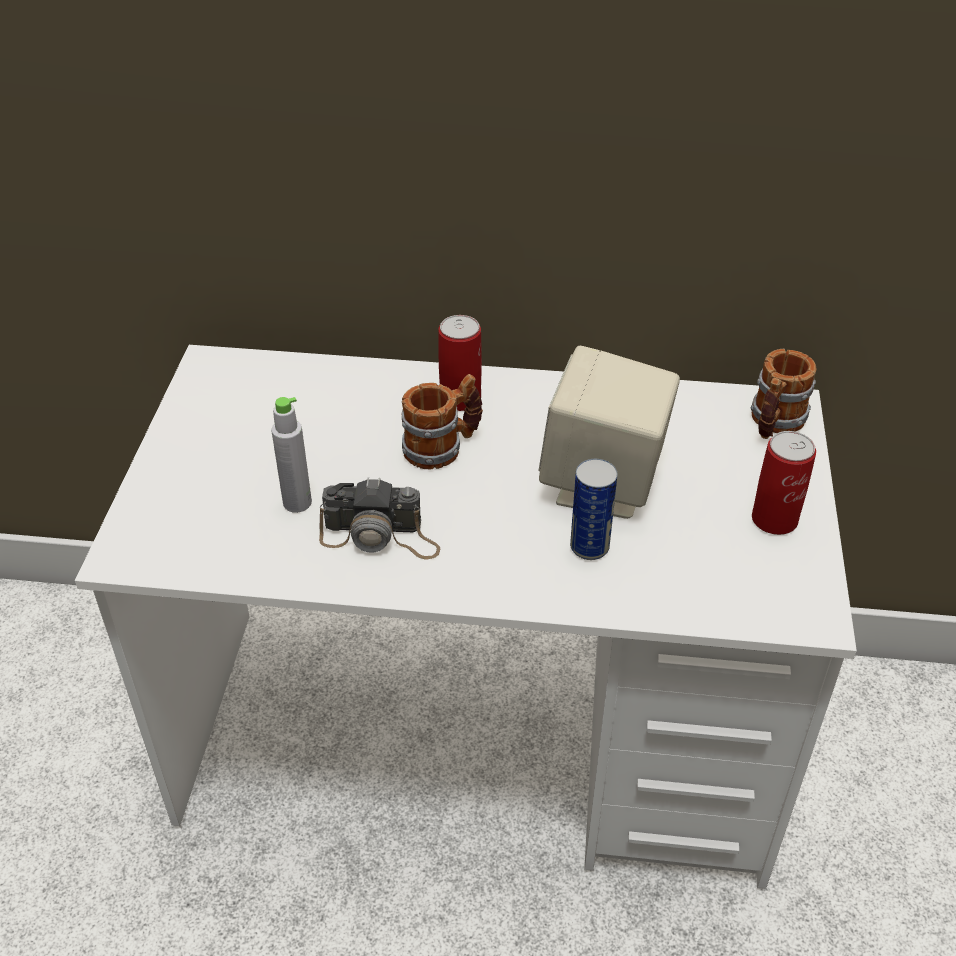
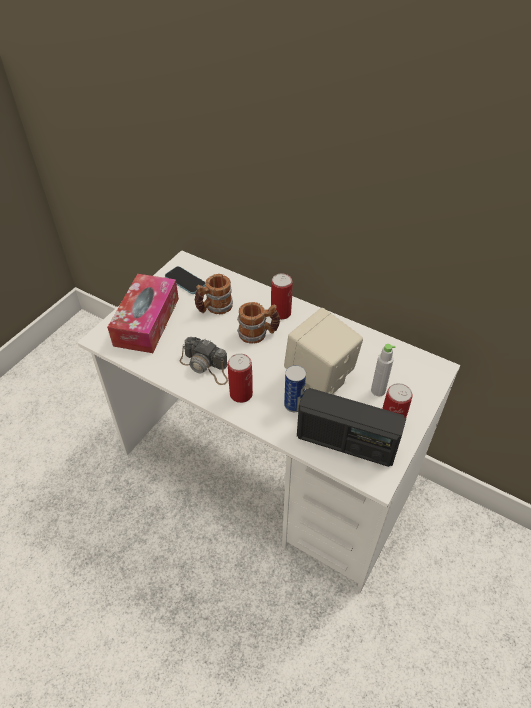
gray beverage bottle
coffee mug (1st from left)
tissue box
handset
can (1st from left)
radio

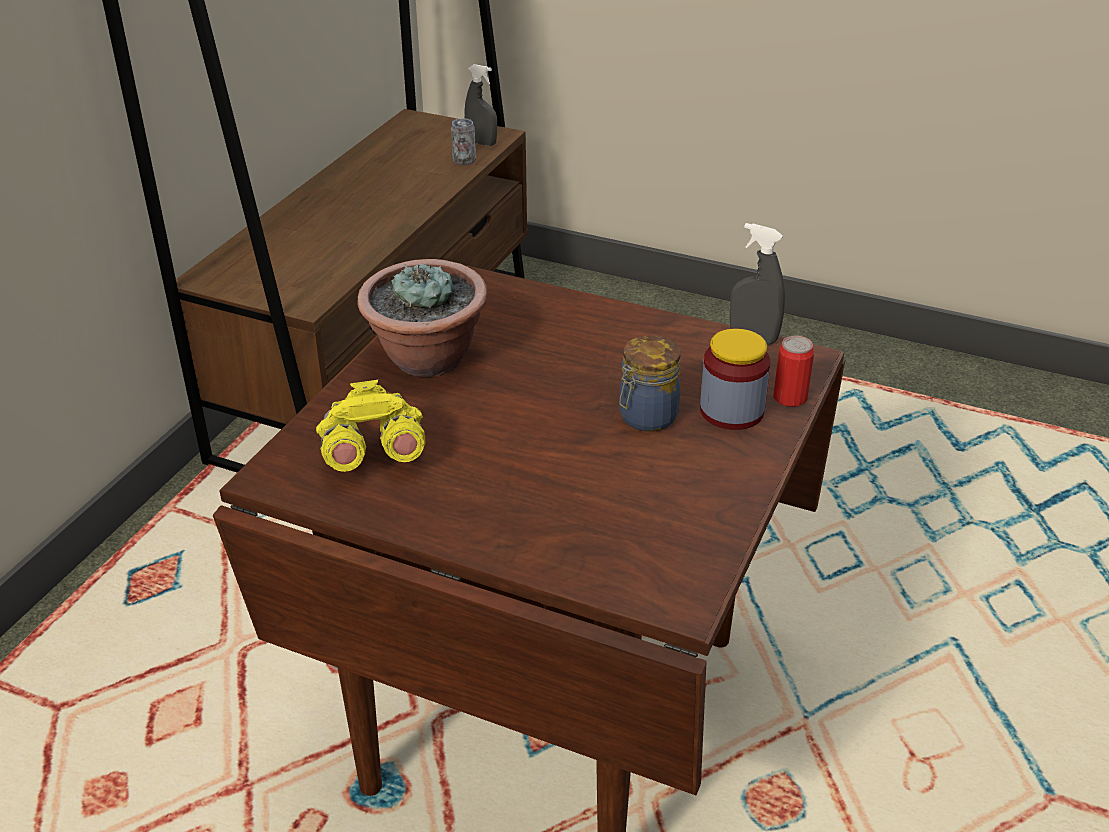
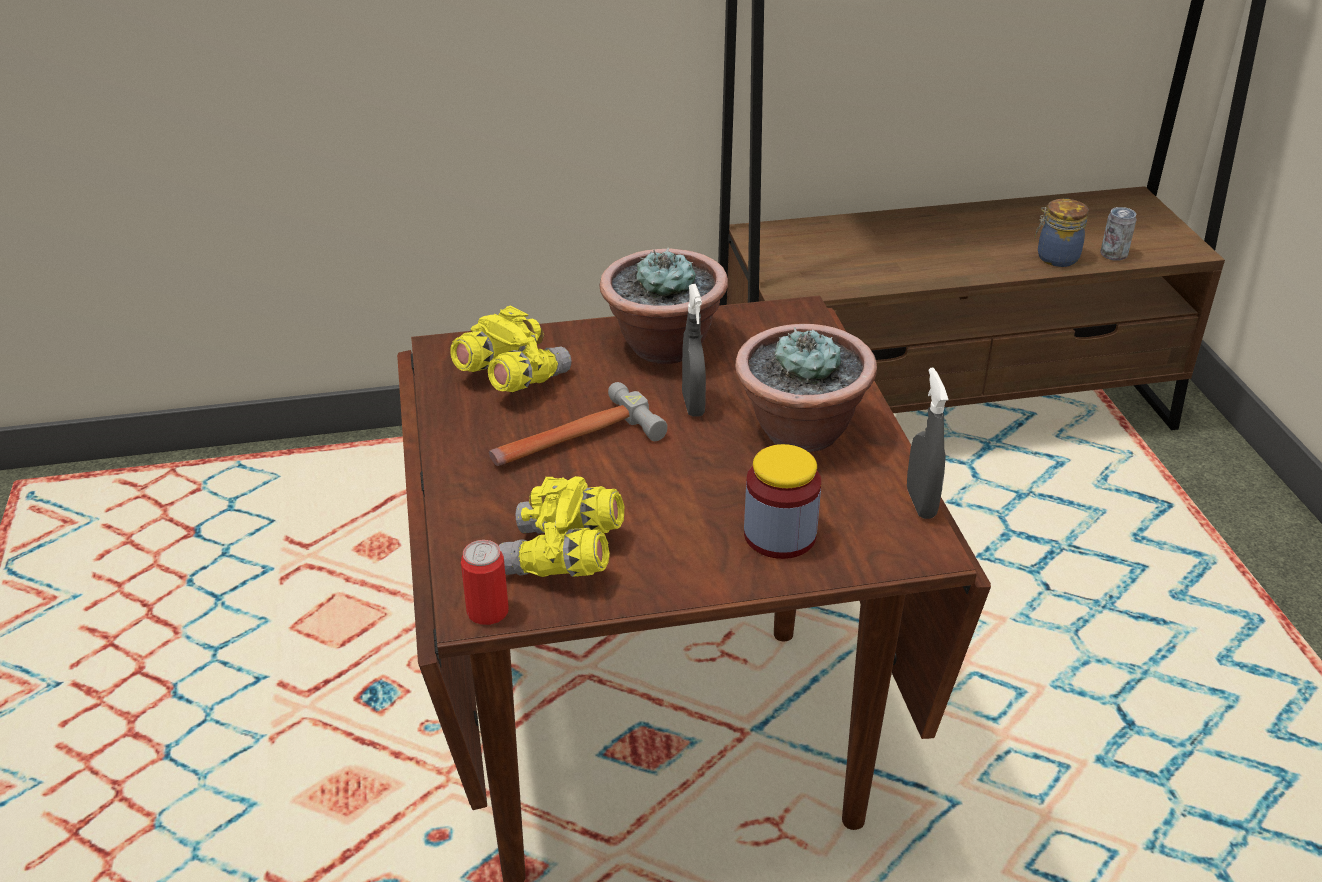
gray sprayer (1st from left)
jar (2nd from left)
can (1st from left)
hammer
yellow-coloured field glasses (2nd from left)
potted plant (2nd from left)

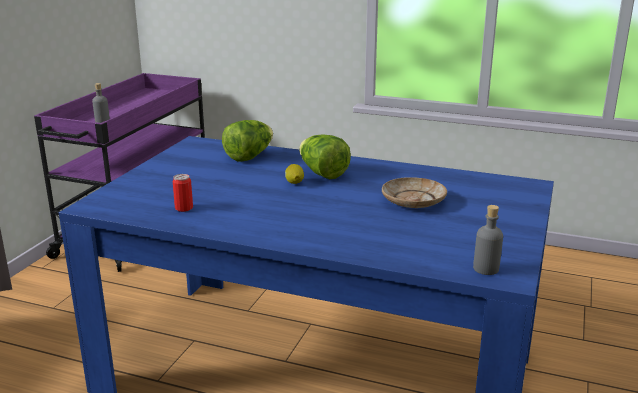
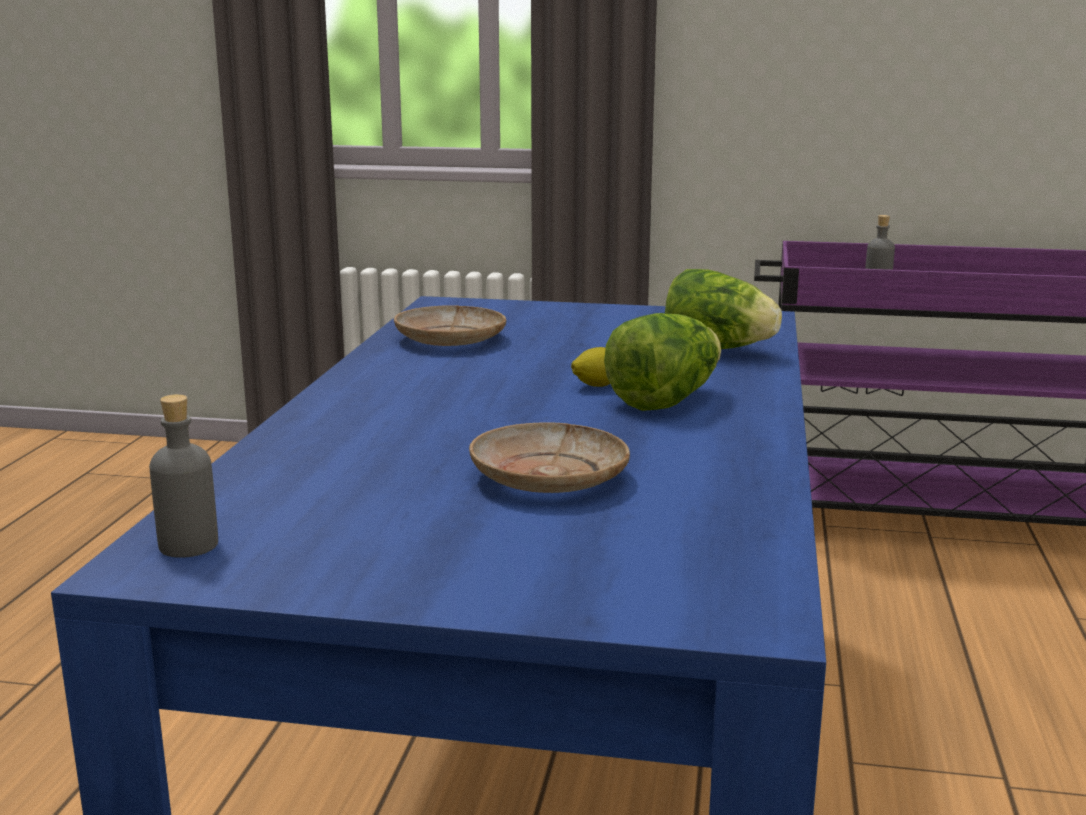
beige flat dish (1st from left)

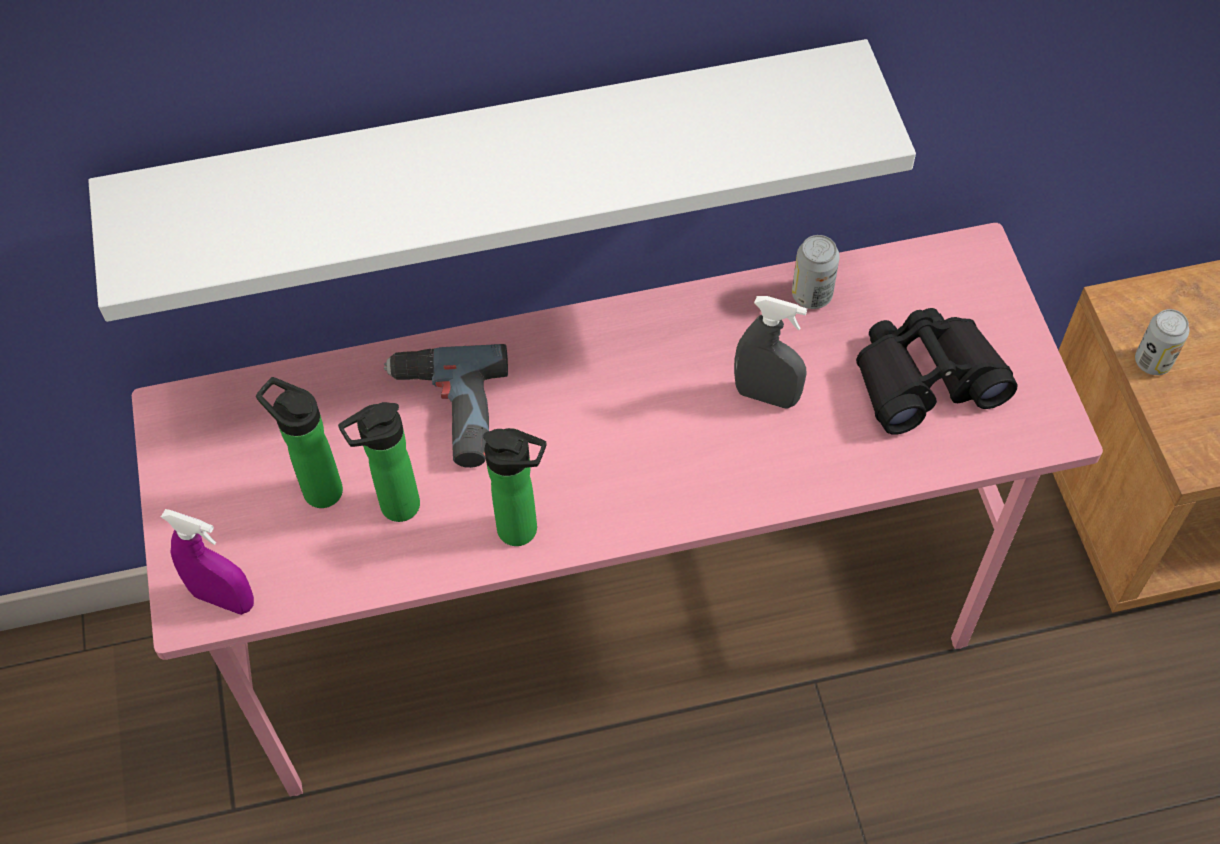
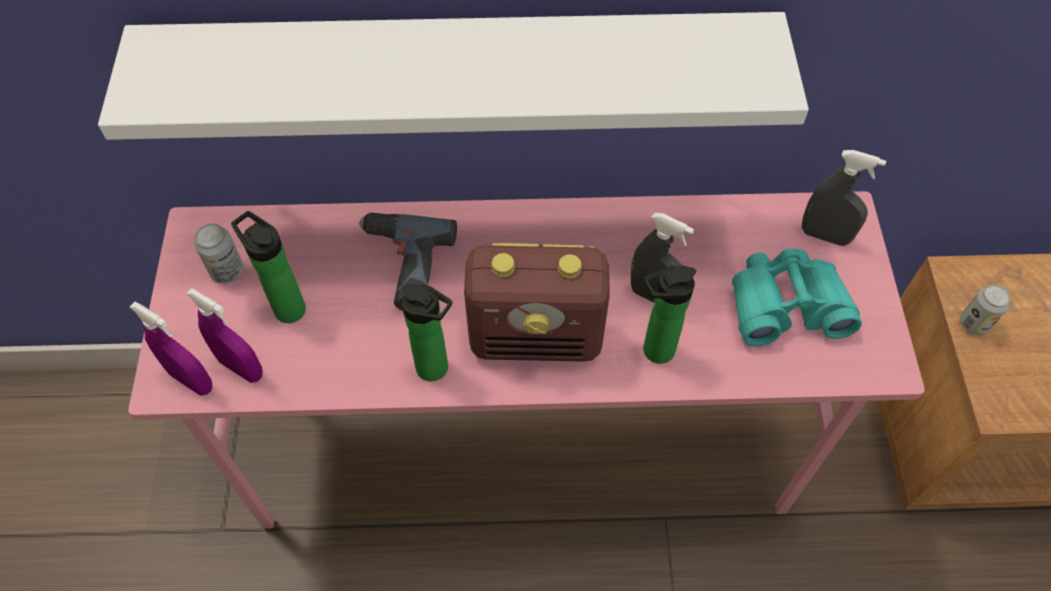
beverage bottle (3rd from left)
can (1st from left)
turquoise-coloured field glasses
purple-coloured sprayer (2nd from left)
radio
gray sprayer (2nd from left)

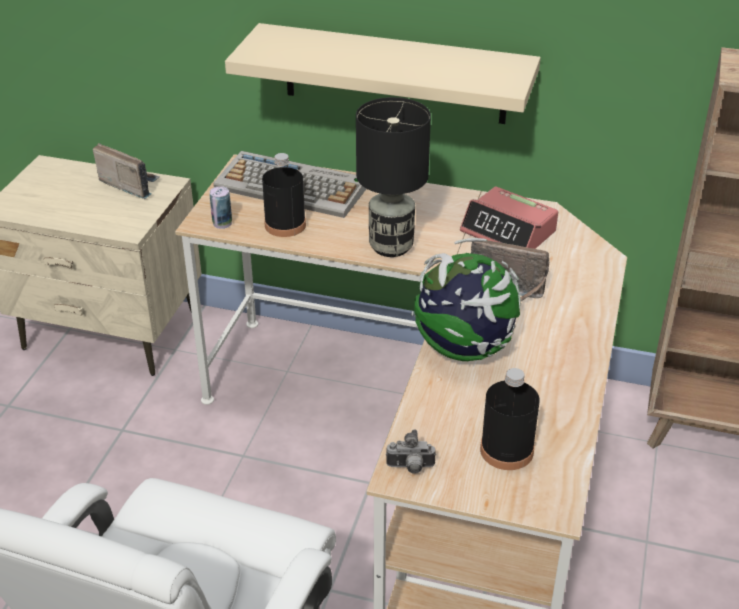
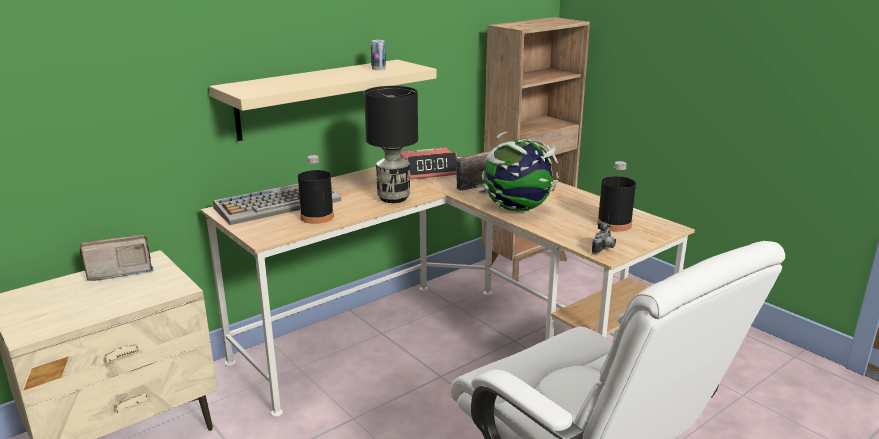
can

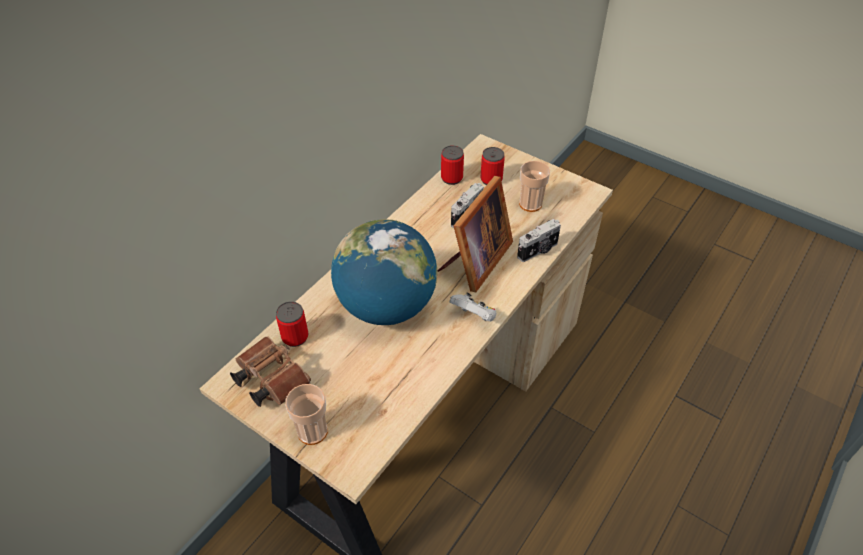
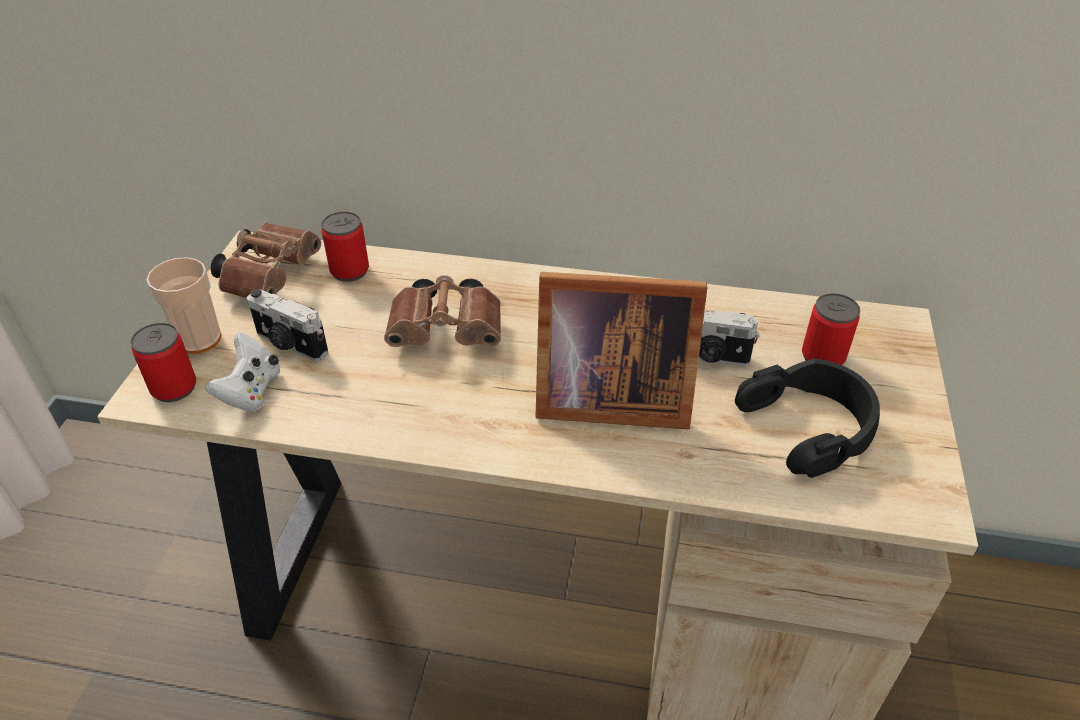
brown field glasses (2nd from left)
can (1st from left)
white game controller
photo camera (1st from left)
blackish headphones

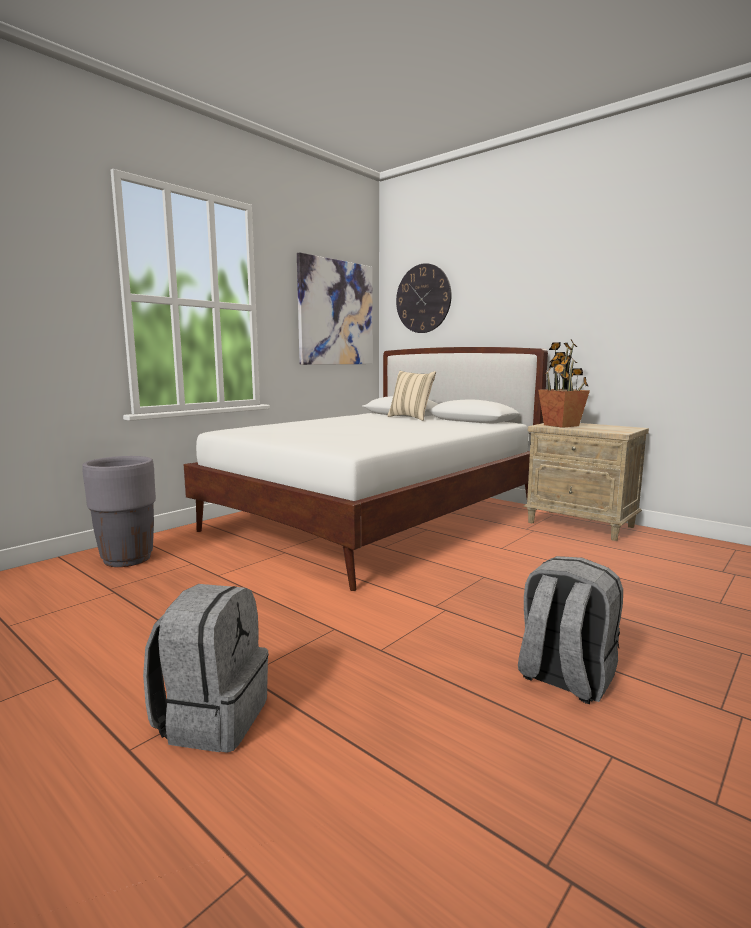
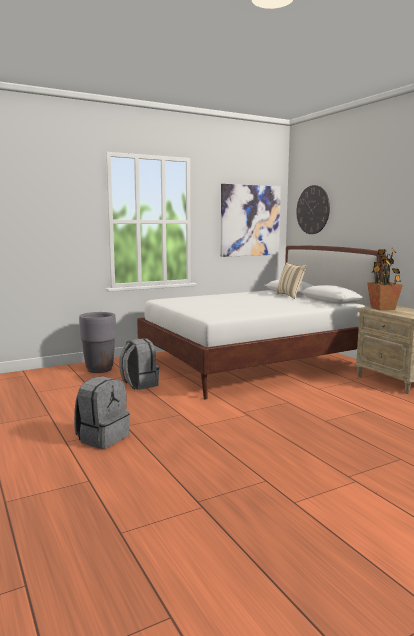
gray backpack (2nd from left)

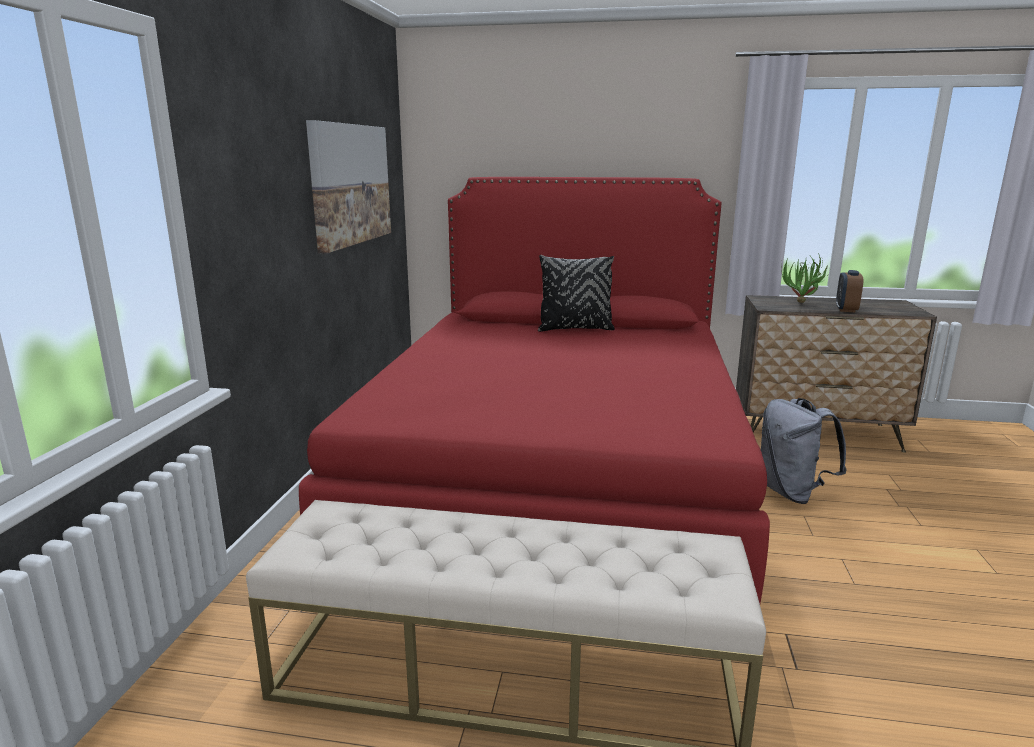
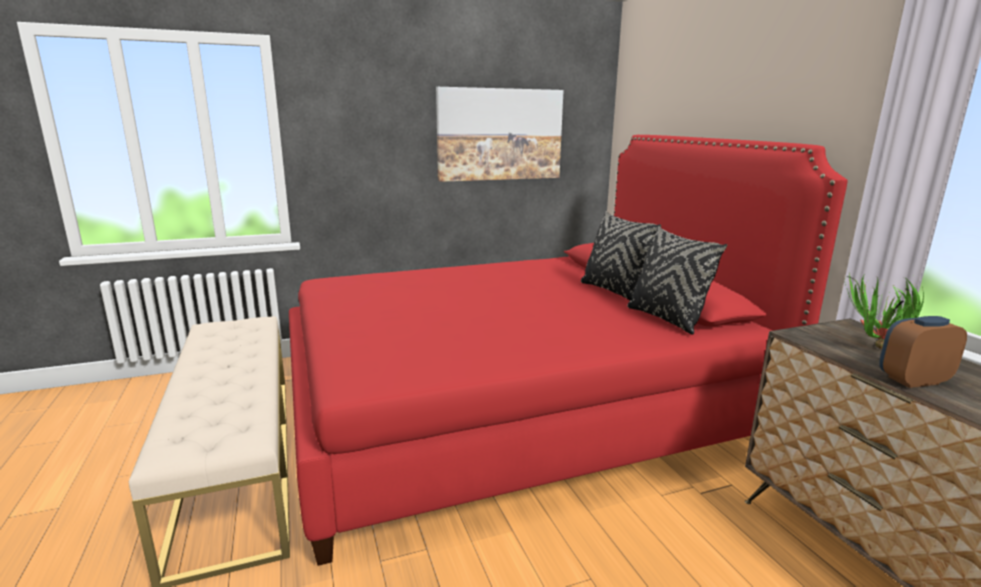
gray backpack
blackish cushion (2nd from left)

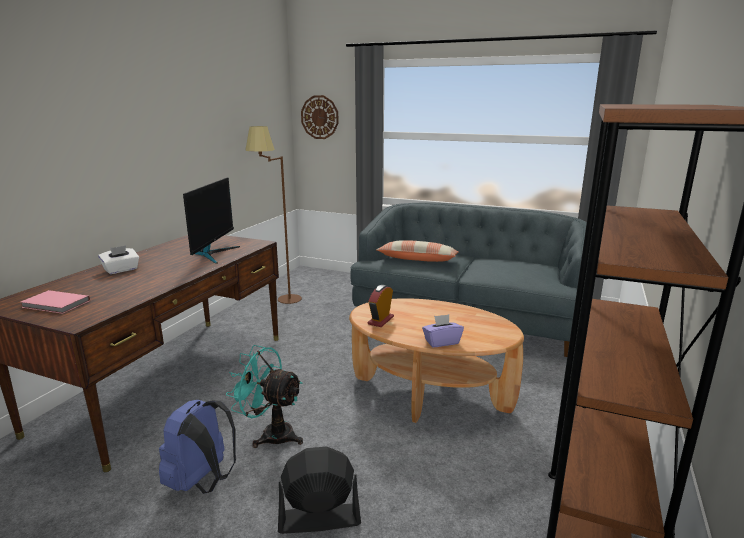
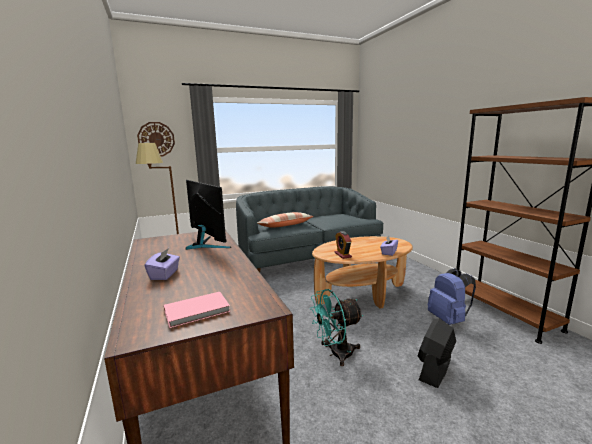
purple-coloured tissue box (1st from left)
blue backpack

